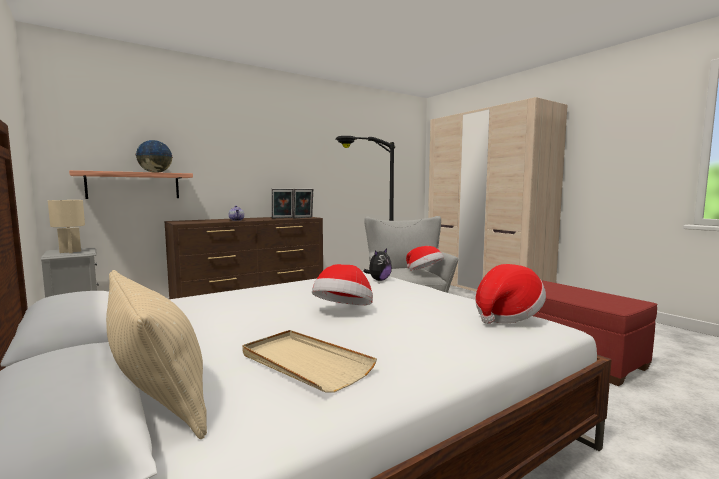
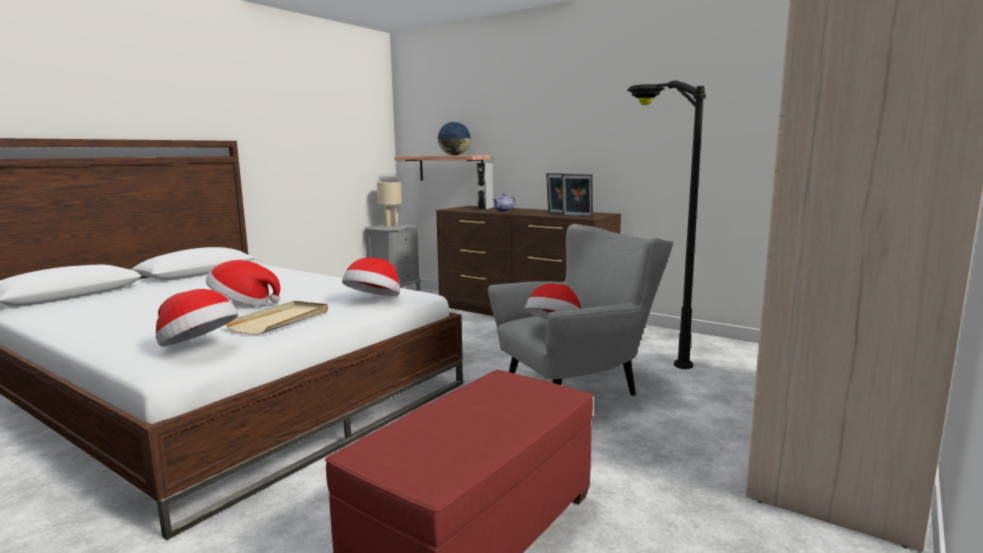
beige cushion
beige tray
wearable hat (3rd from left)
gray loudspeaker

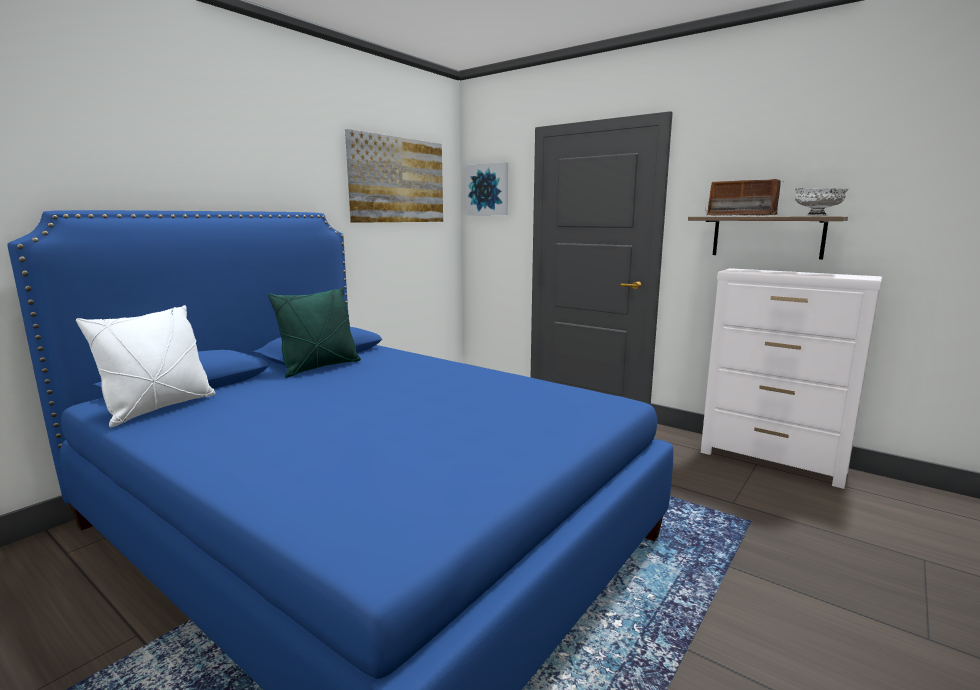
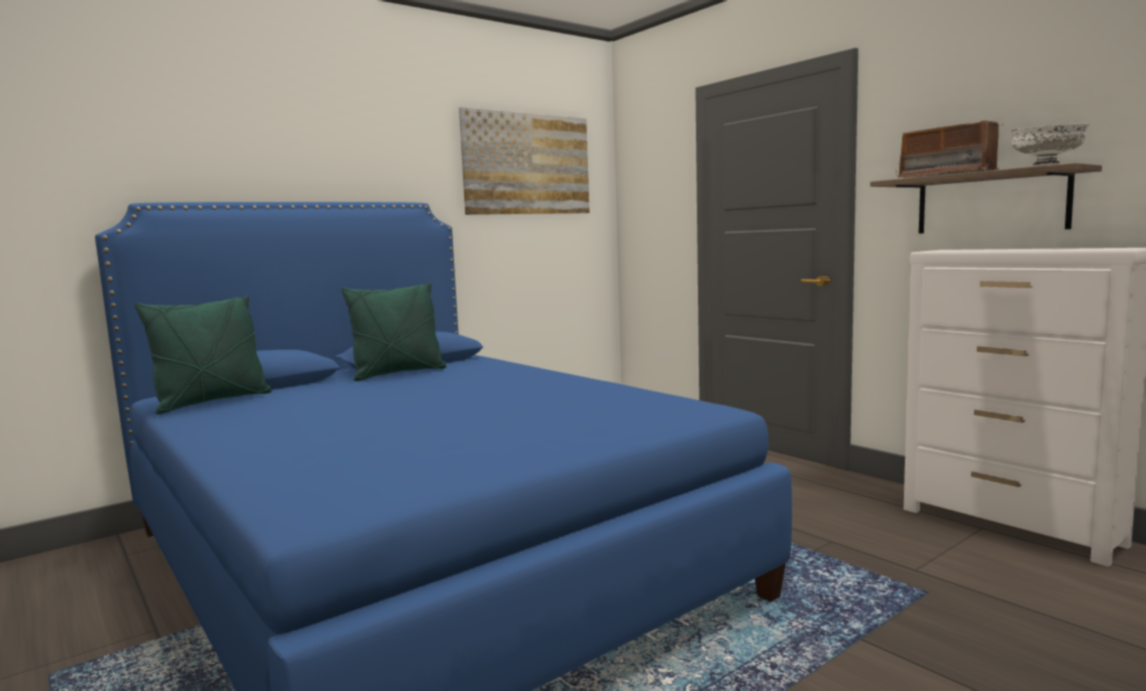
green cushion (1st from left)
picture (2nd from left in the first image)

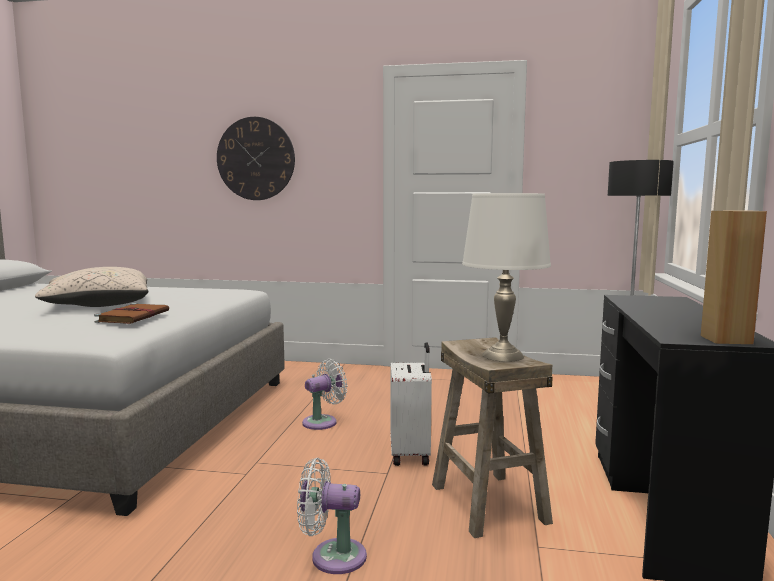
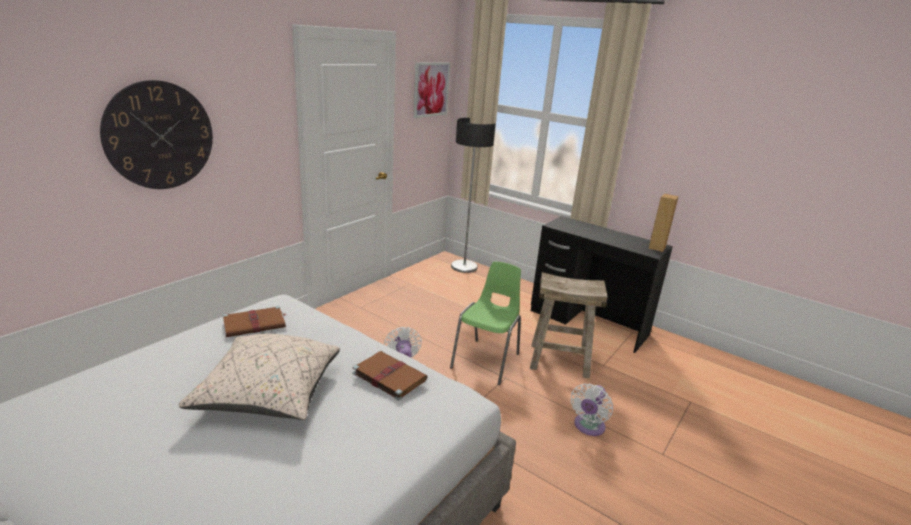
green plain chair
white table lamp
brown book (1st from left)
picture

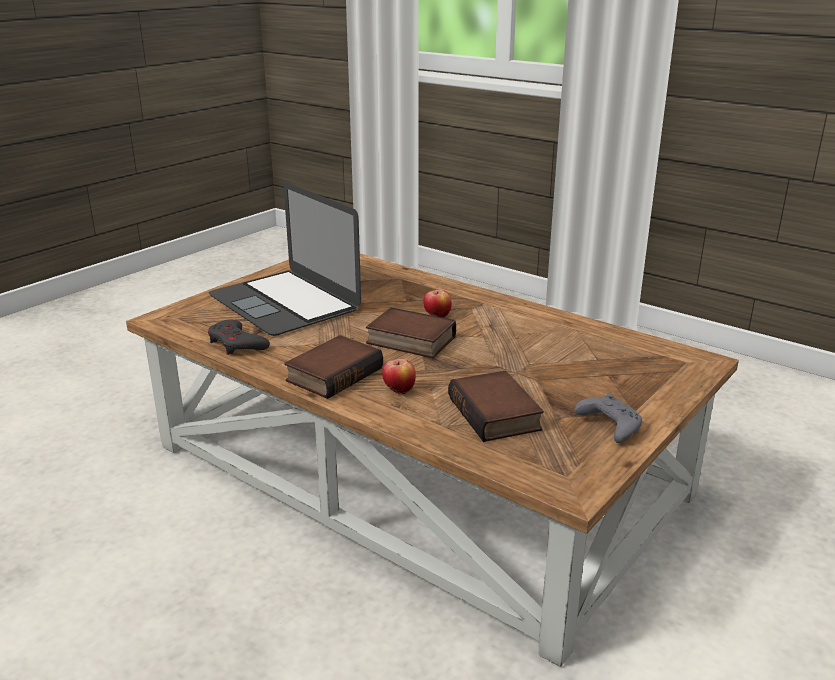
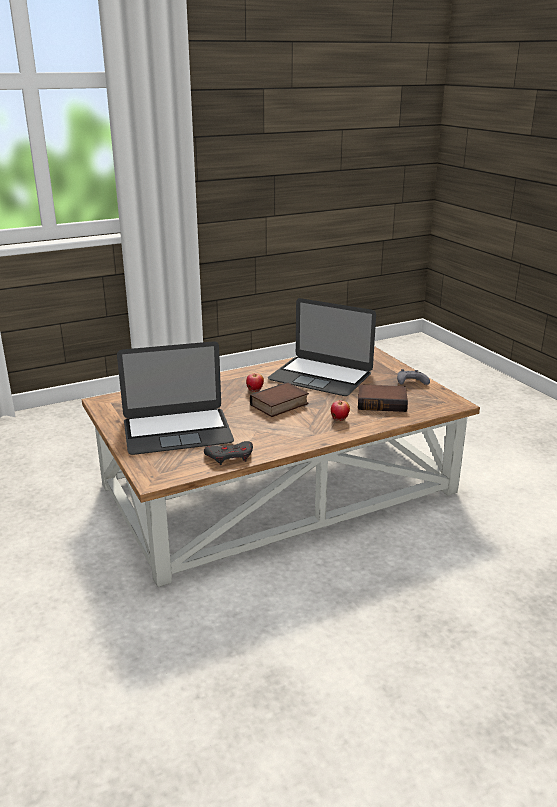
book (1st from left in the first image)
portable computer (2nd from left)

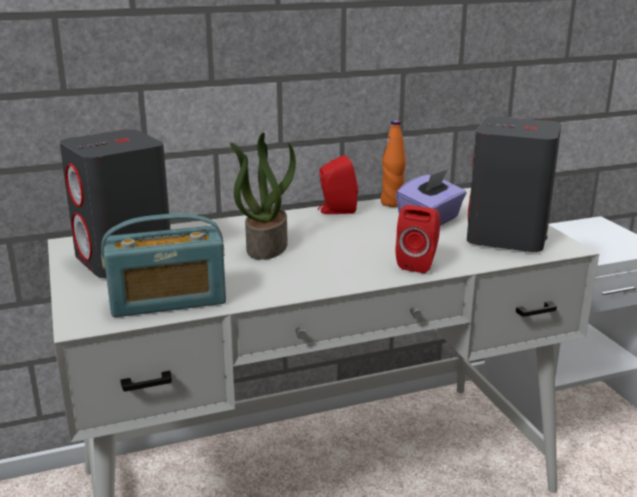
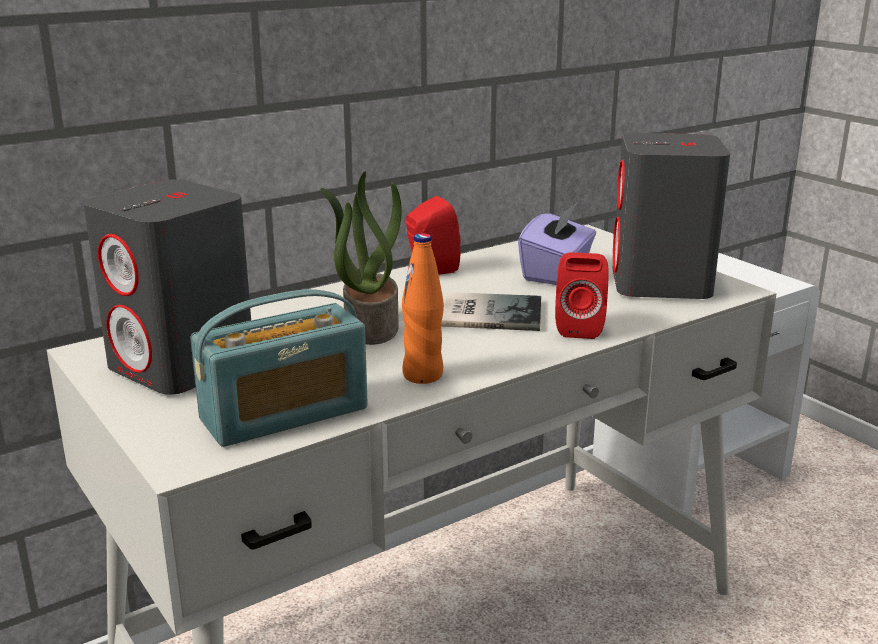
orange beverage bottle
book

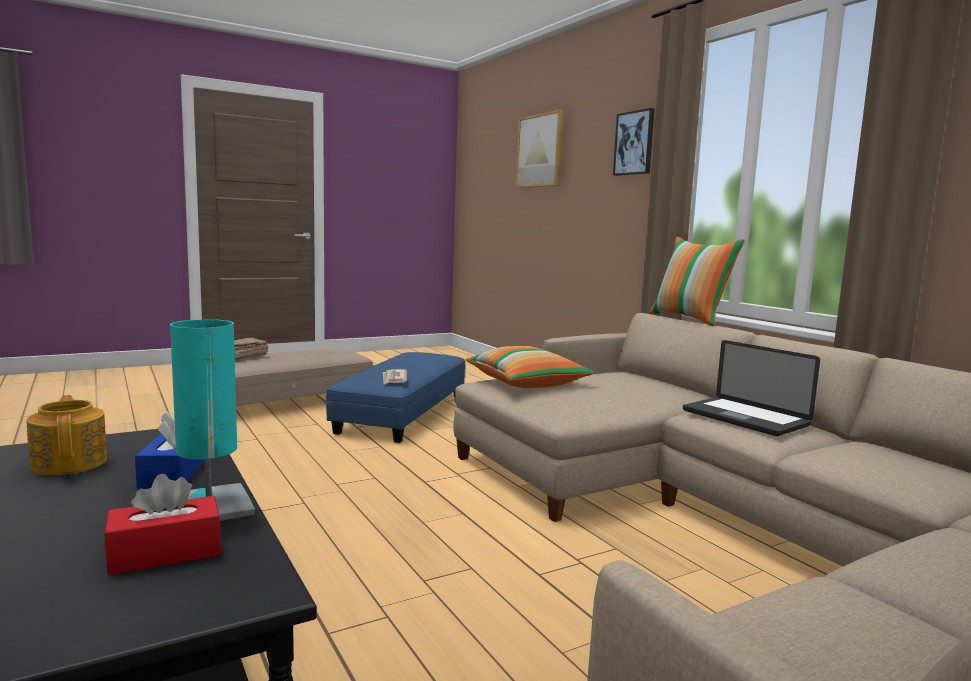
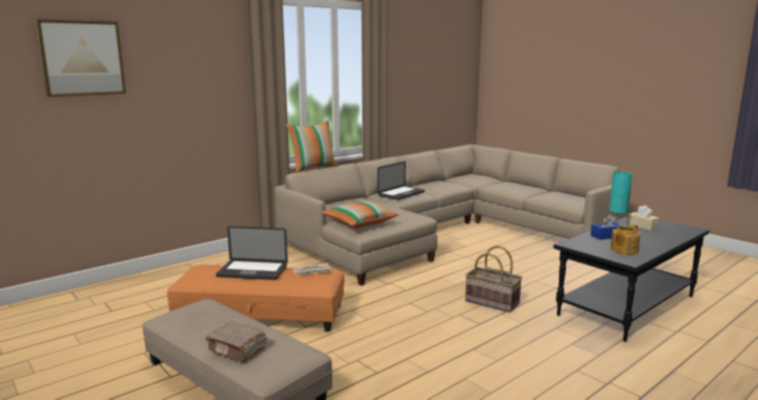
beige tissue box
orange footrest
picture (2nd from left in the first image)
portable computer (1st from left)
storage basket

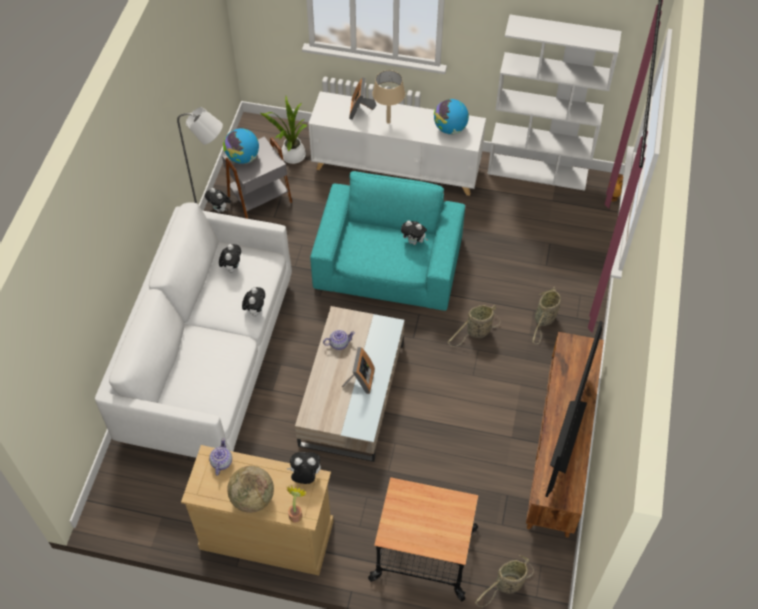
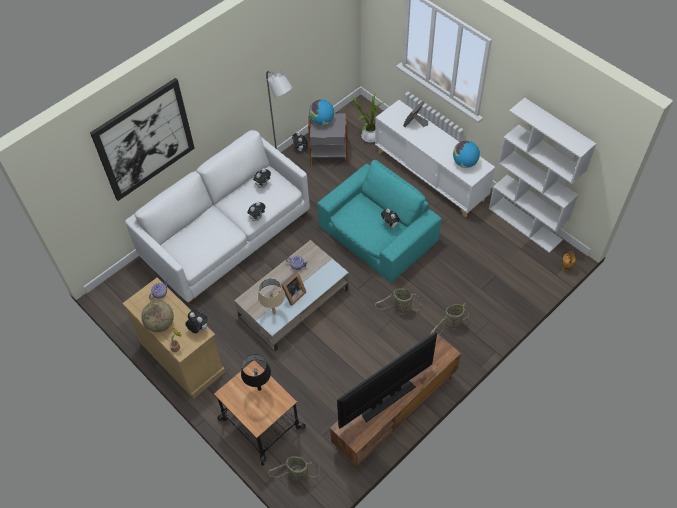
beige table lamp
picture
blackish table lamp

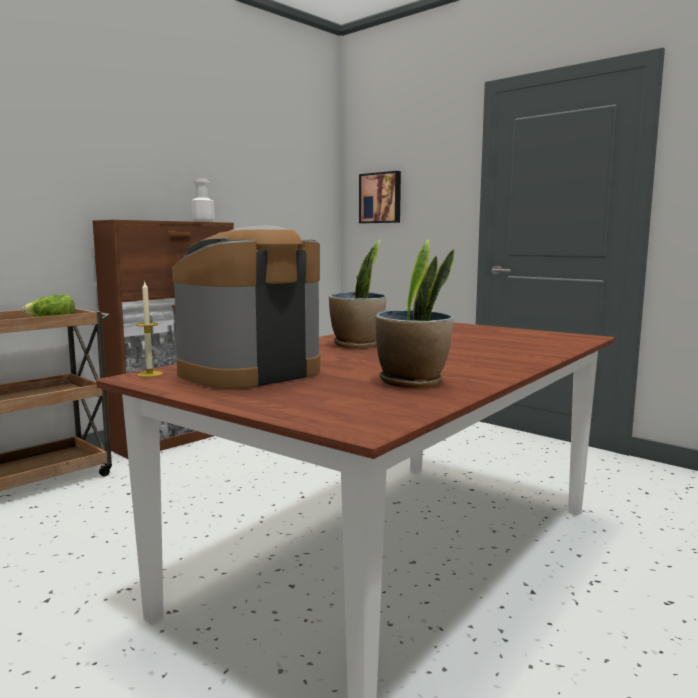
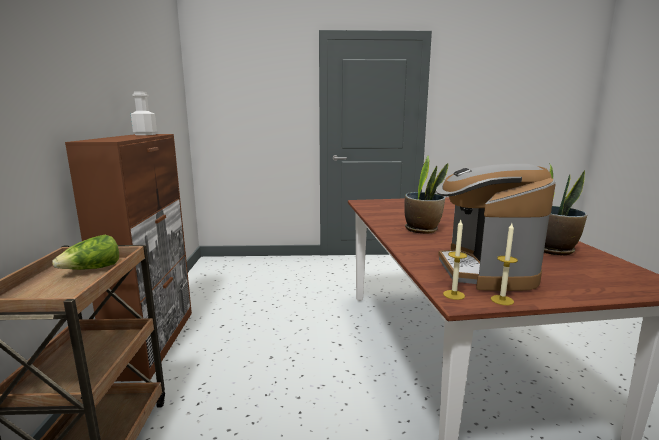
picture
wax light (2nd from left)

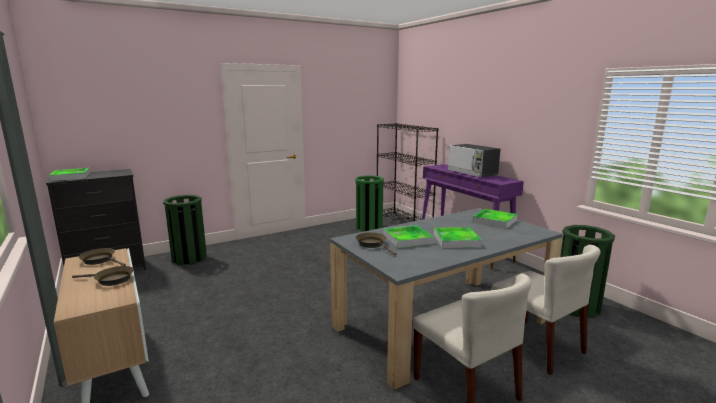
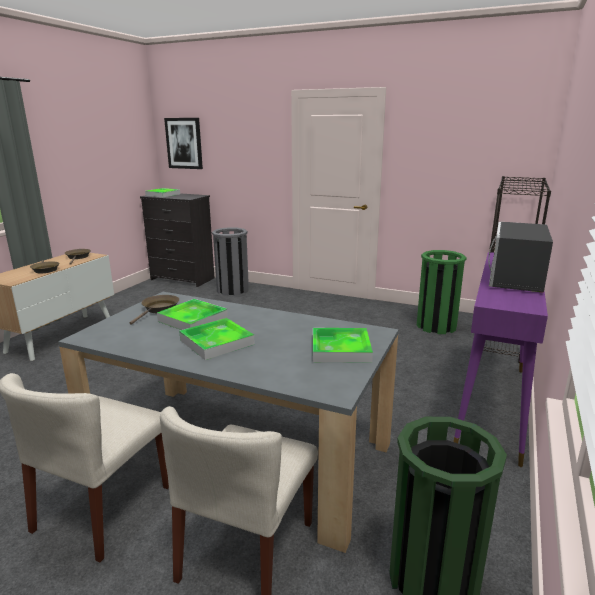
gray rubbish bin
picture

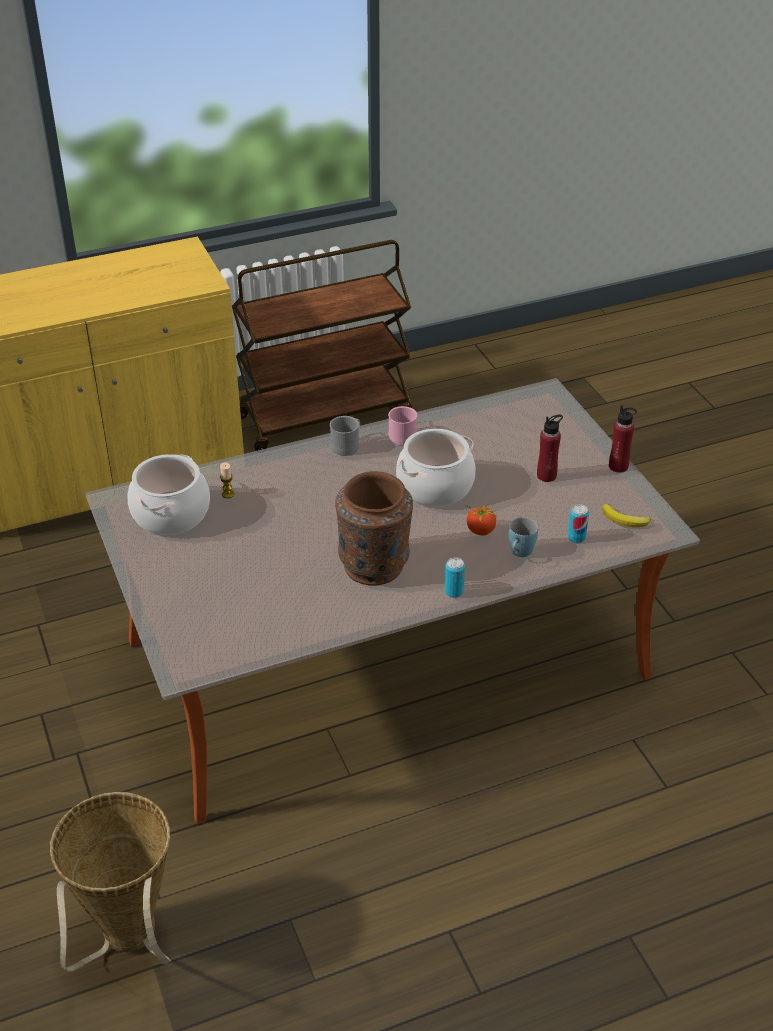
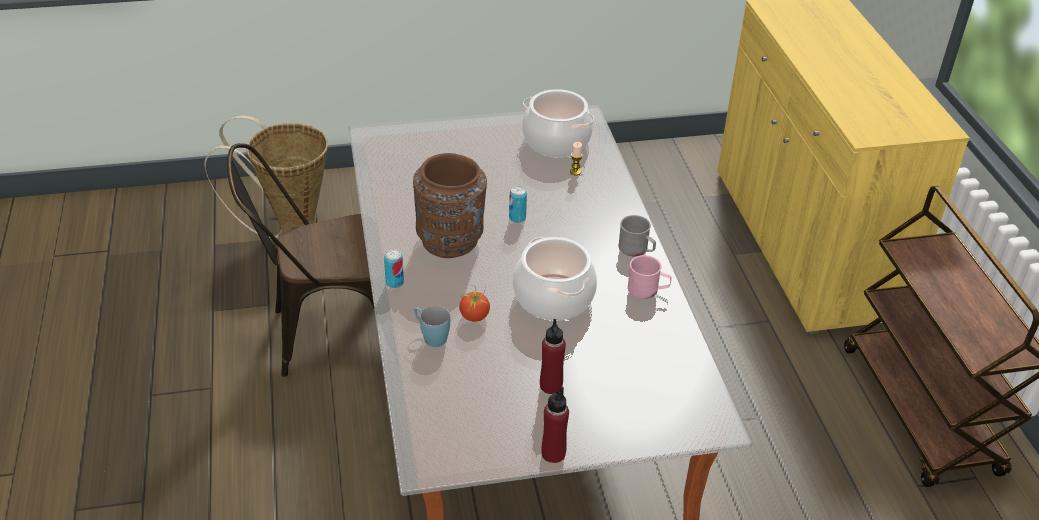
can (2nd from left)
banana
brown plain chair

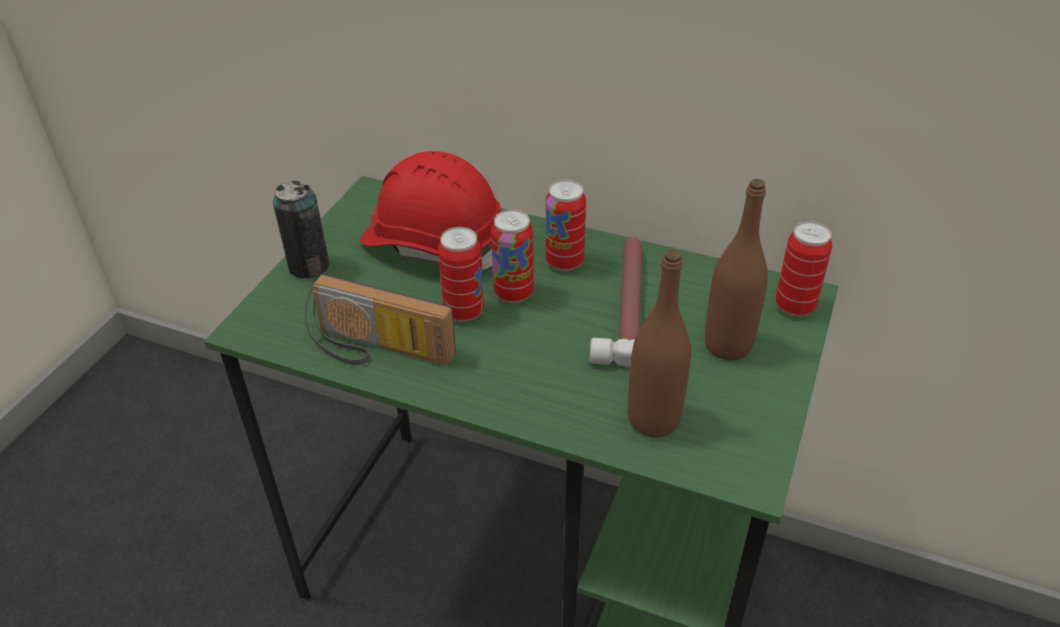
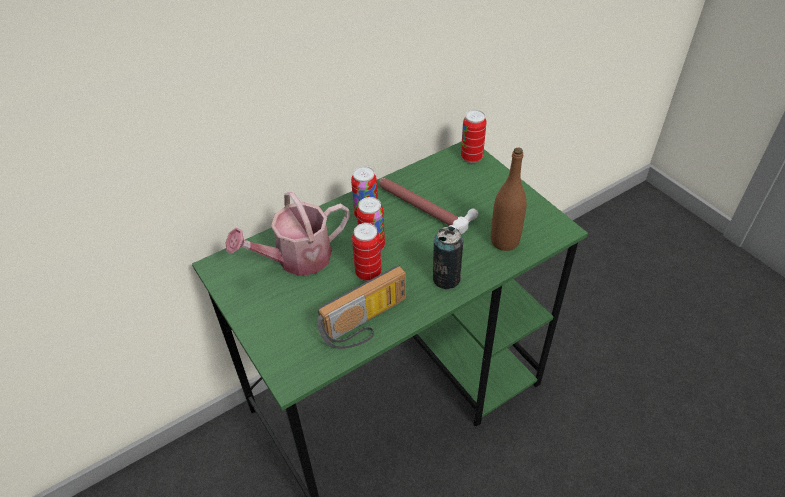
can (4th from left)
sprinkling can
brown beverage bottle (2nd from left in the first image)

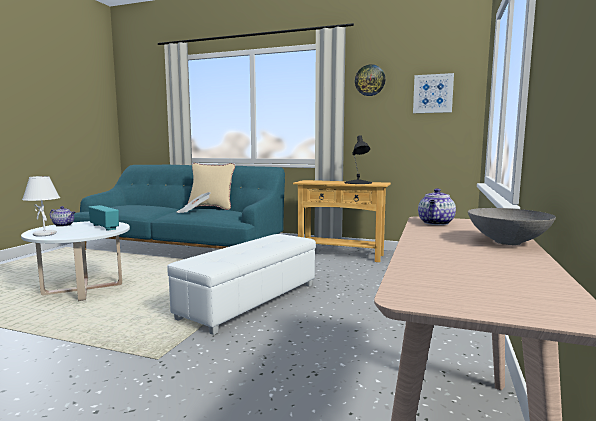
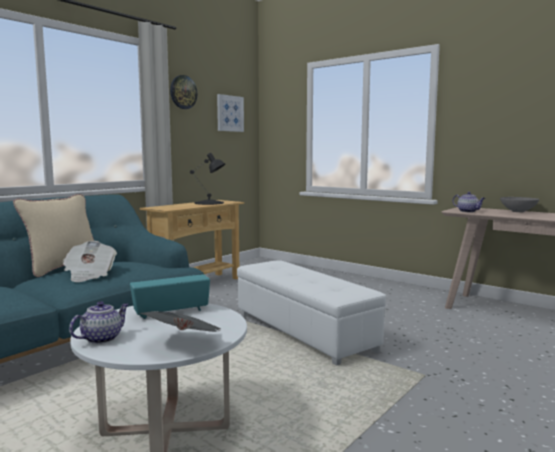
daily paper (2nd from left)

